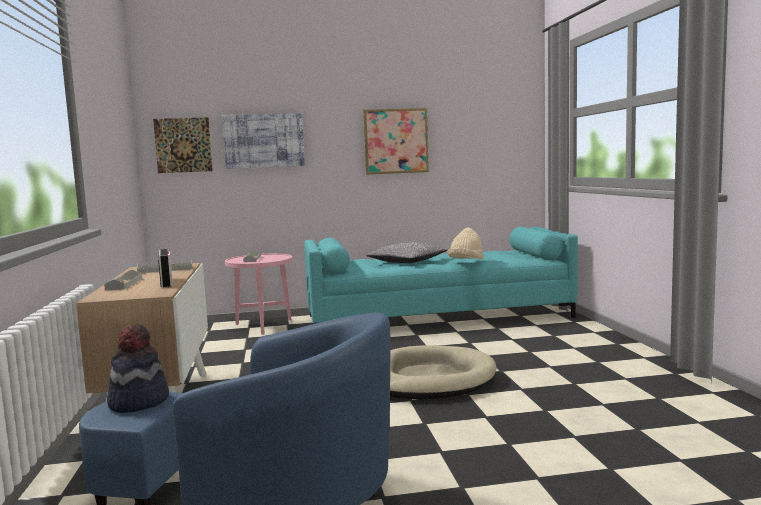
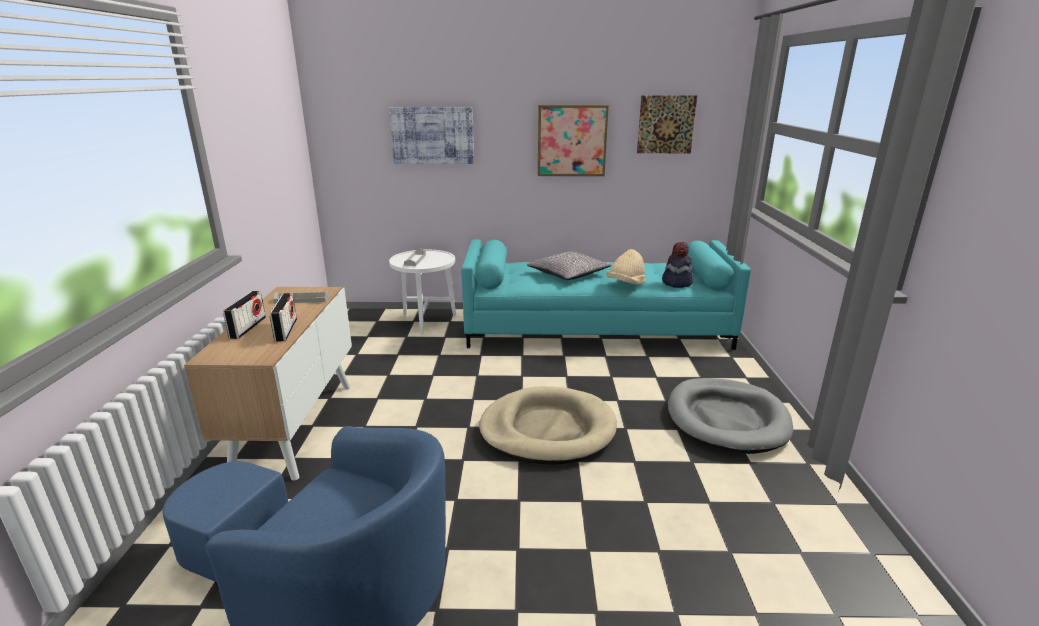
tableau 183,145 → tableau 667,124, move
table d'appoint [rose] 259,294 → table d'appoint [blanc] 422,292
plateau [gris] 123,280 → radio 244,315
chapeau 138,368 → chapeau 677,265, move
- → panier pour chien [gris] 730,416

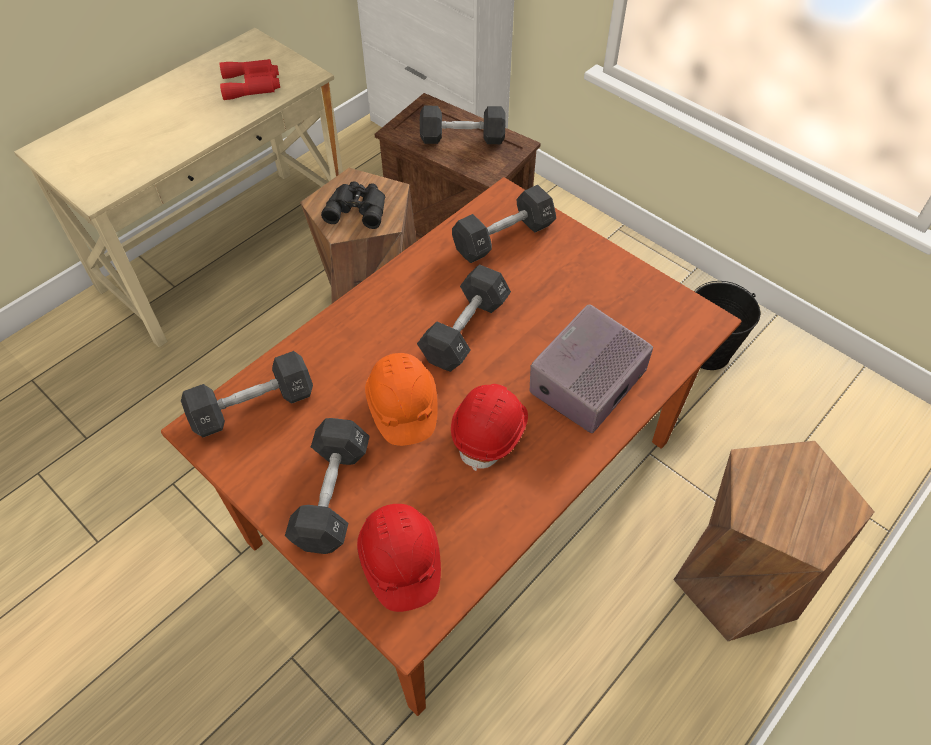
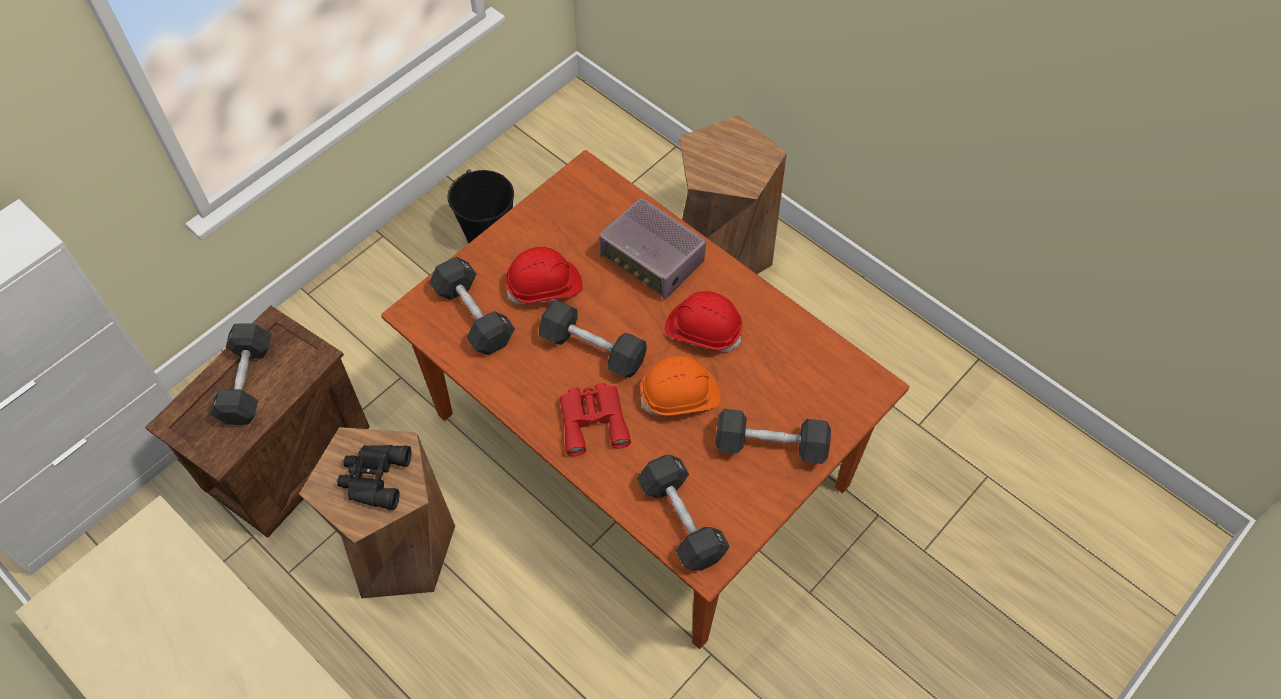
jumelles [rouge] 250,79 → jumelles [rouge] 595,419, move
casque de chantier [rouge] 399,558 → casque de chantier [rouge] 544,276, move

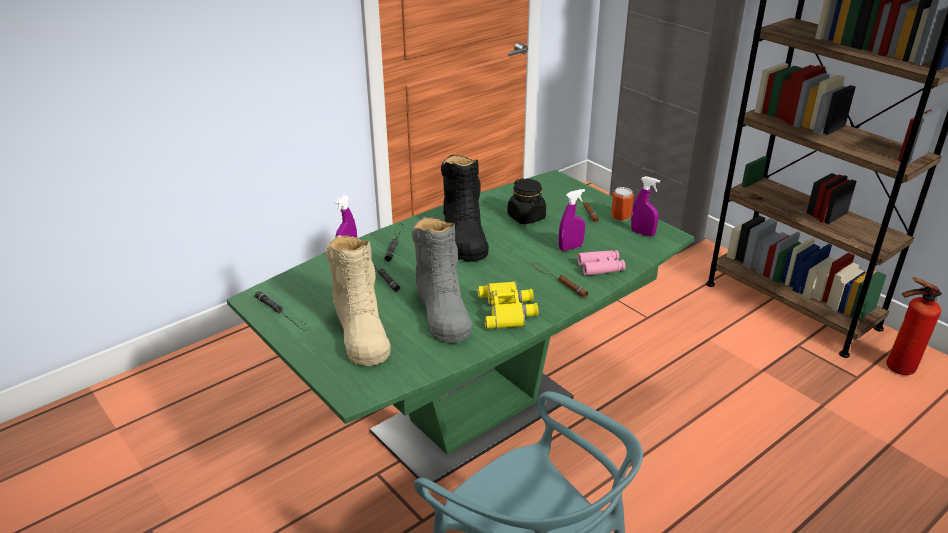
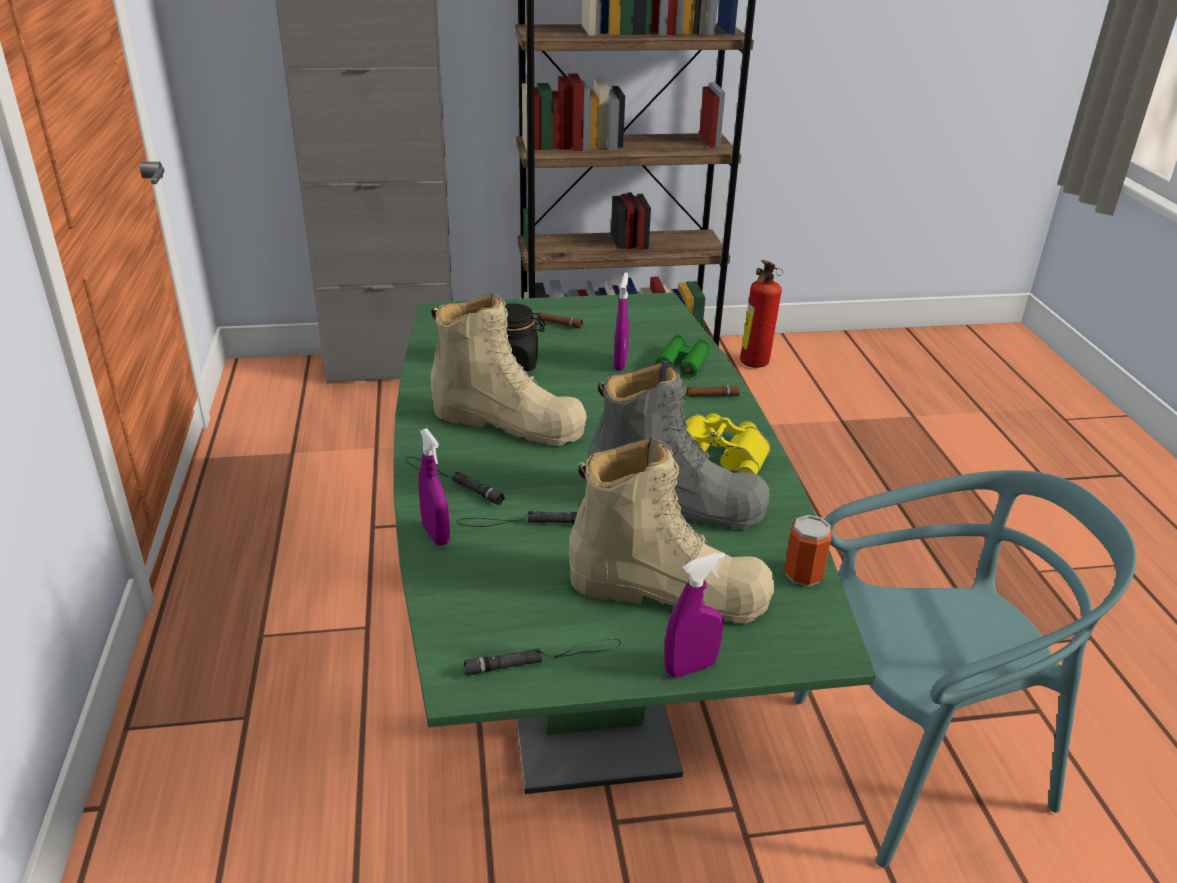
botte [noir] 465,208 → botte [beige] 508,369
vaporisateur [violet] 645,206 → vaporisateur [violet] 695,615, move
boîte métallique 622,204 → boîte métallique 808,550, move
jumelles [rose] 601,262 → jumelles [vert] 682,356

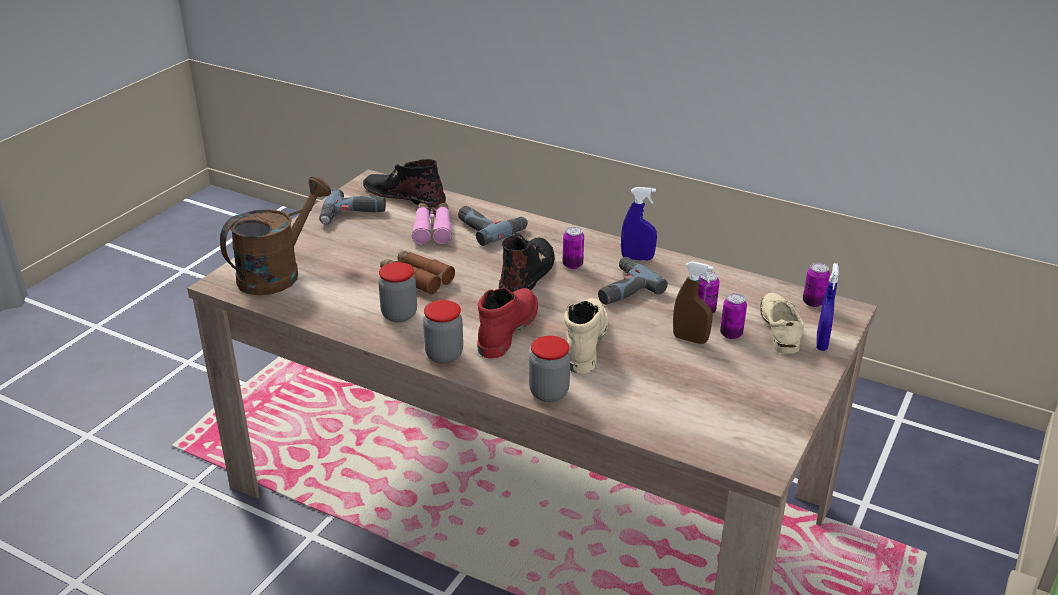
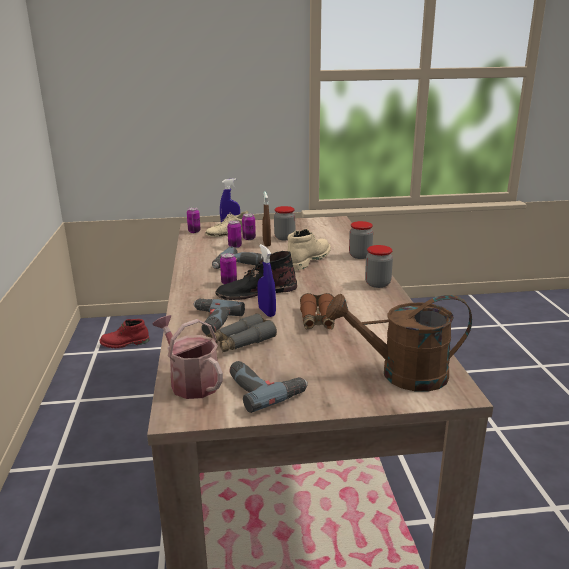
botte [noir] 404,183 → arrosoir 187,357
vaporisateur [bleu] 639,224 → vaporisateur [bleu] 266,280, move
jumelles [rose] 432,224 → jumelles [gris] 241,333
bocal 397,292 → bocal 284,223, move
botte [rouge] 507,323 → botte [rouge] 124,333, move
botte [beige] 586,336 → botte [beige] 309,250, 150 degrees clockwise

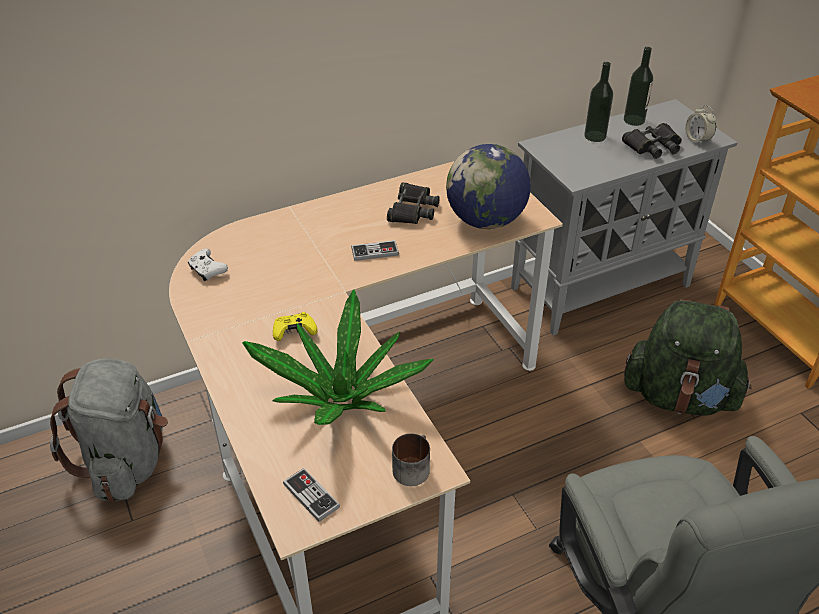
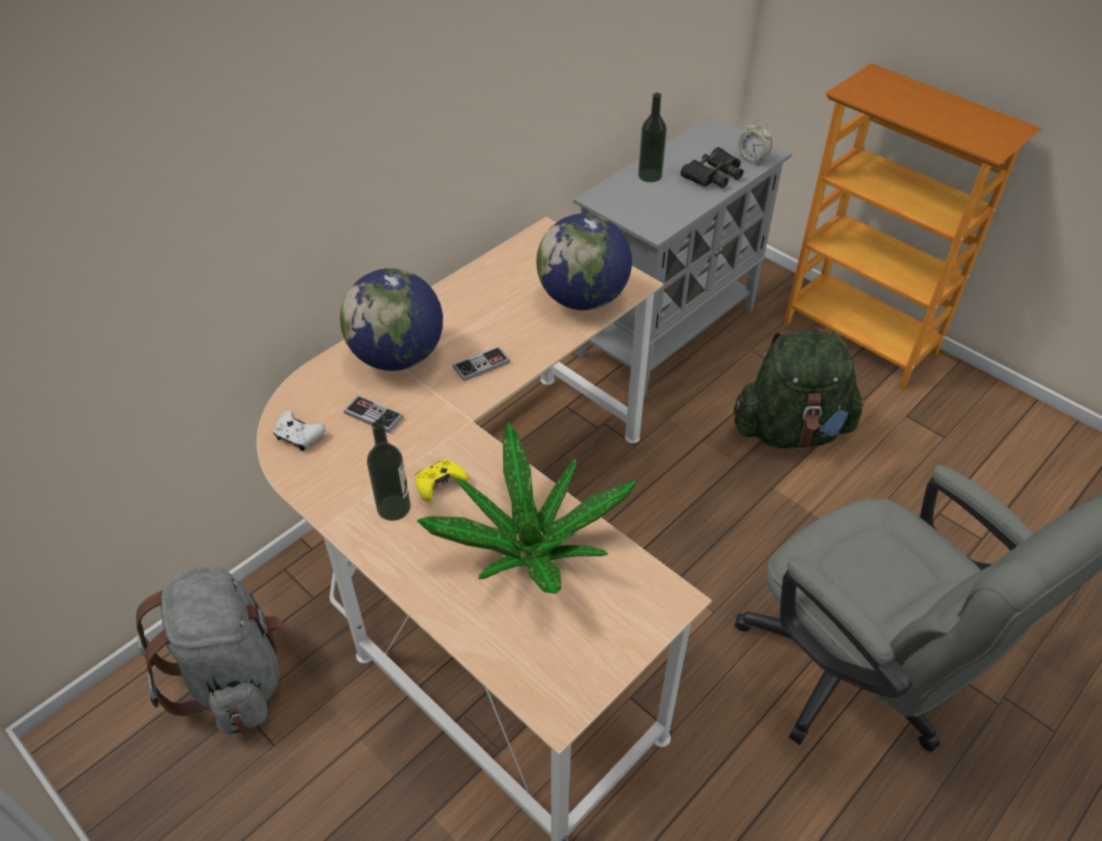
bouteille 638,86 → bouteille 389,470, move
jumelles [noir] 413,203 → -
mug 411,459 → -
manette 311,495 → manette 373,414, move
- → globe 391,319

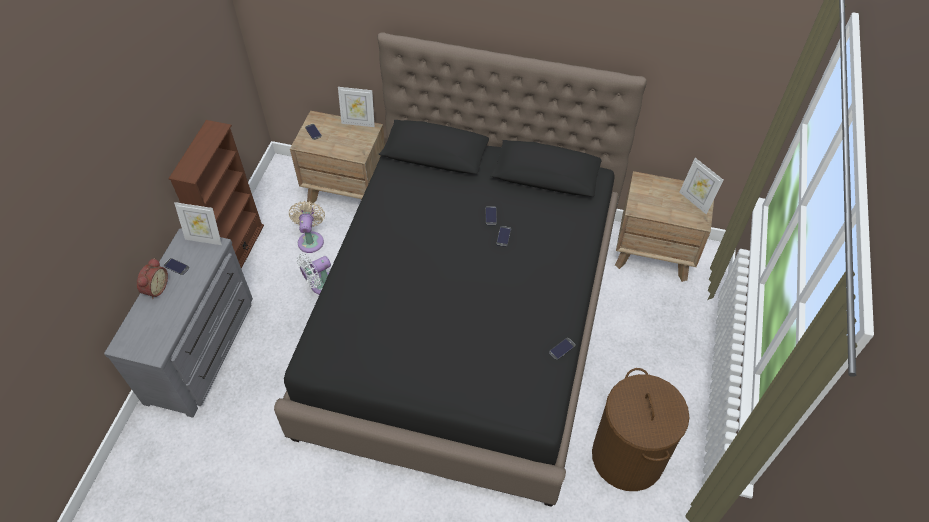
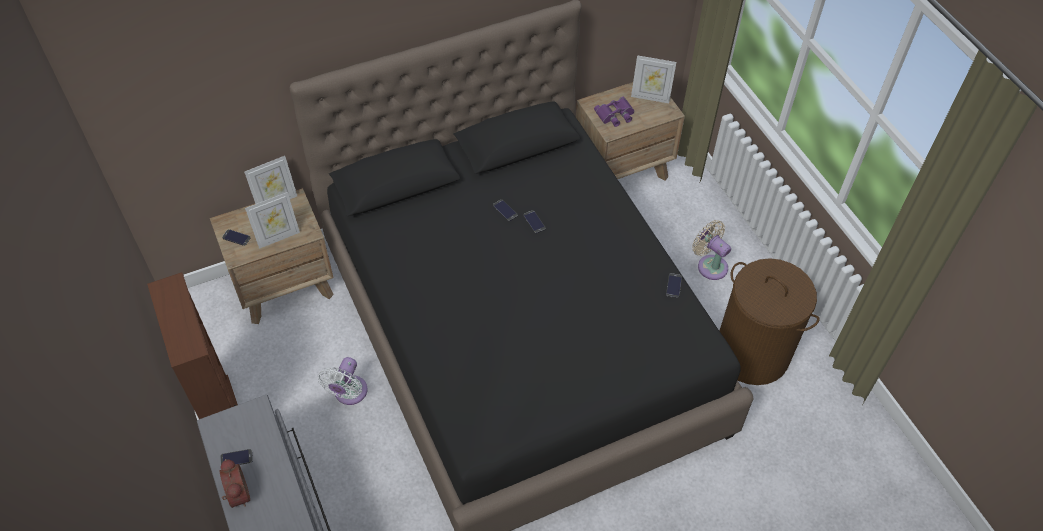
ventilateur [beige] 307,227 → ventilateur [beige] 711,250, move
cadre photo 198,223 → cadre photo 272,220, move
- → jumelles [violet] 614,112

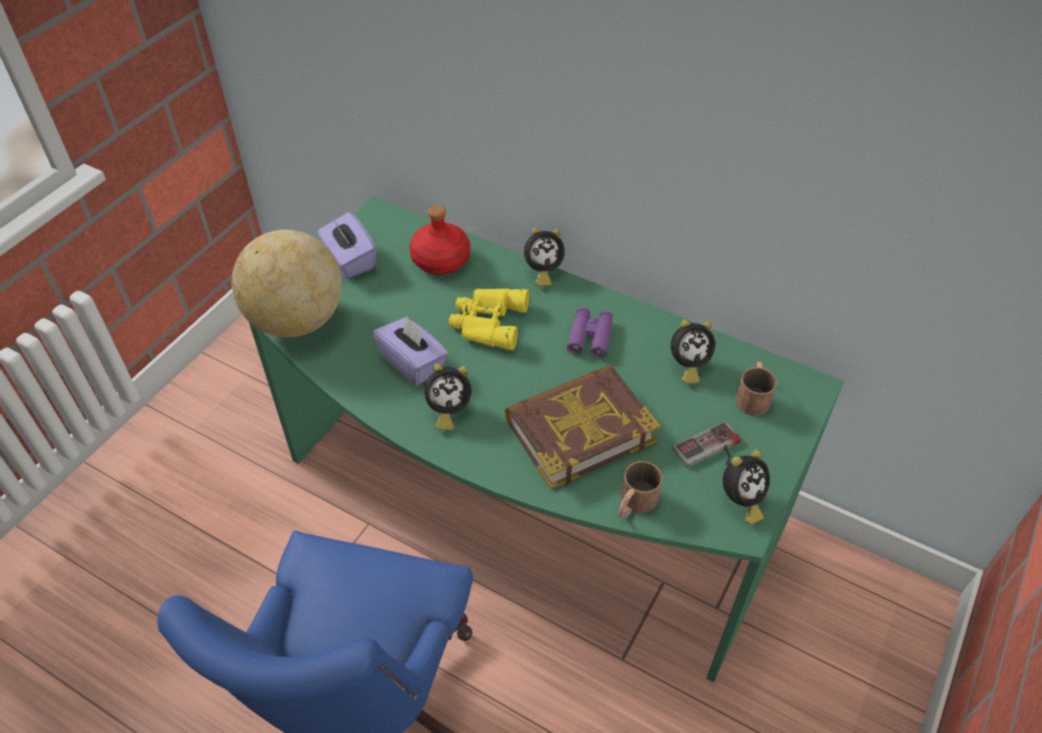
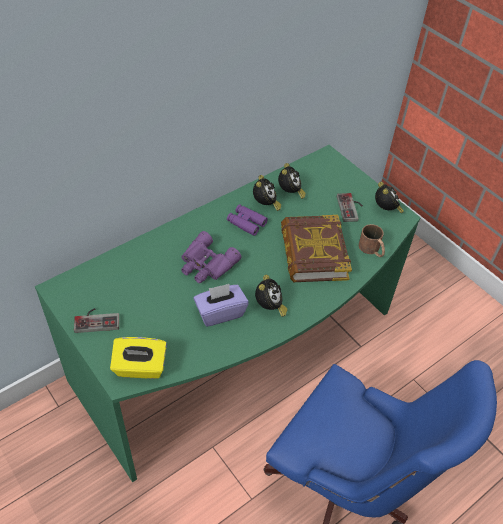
bouteille [rouge] 439,240 → -
boîte à mouchoirs [violet] 347,245 → manette 96,320
réveil 544,256 → réveil 267,193, move
globe 287,283 → boîte à mouchoirs [jaune] 138,358
jumelles [jaune] 489,319 → jumelles [violet] 211,257
mug [marron] 756,388 → -

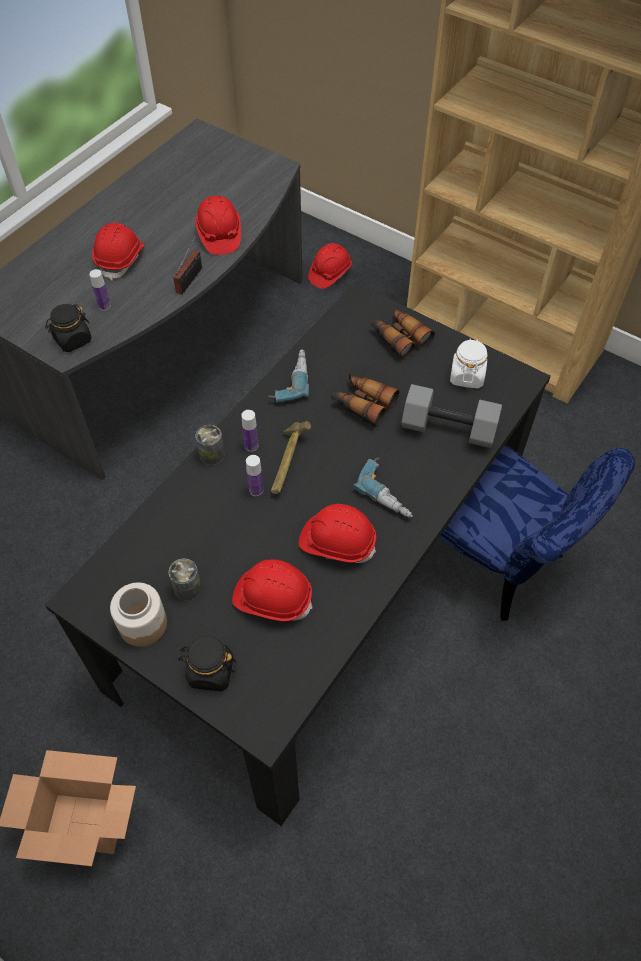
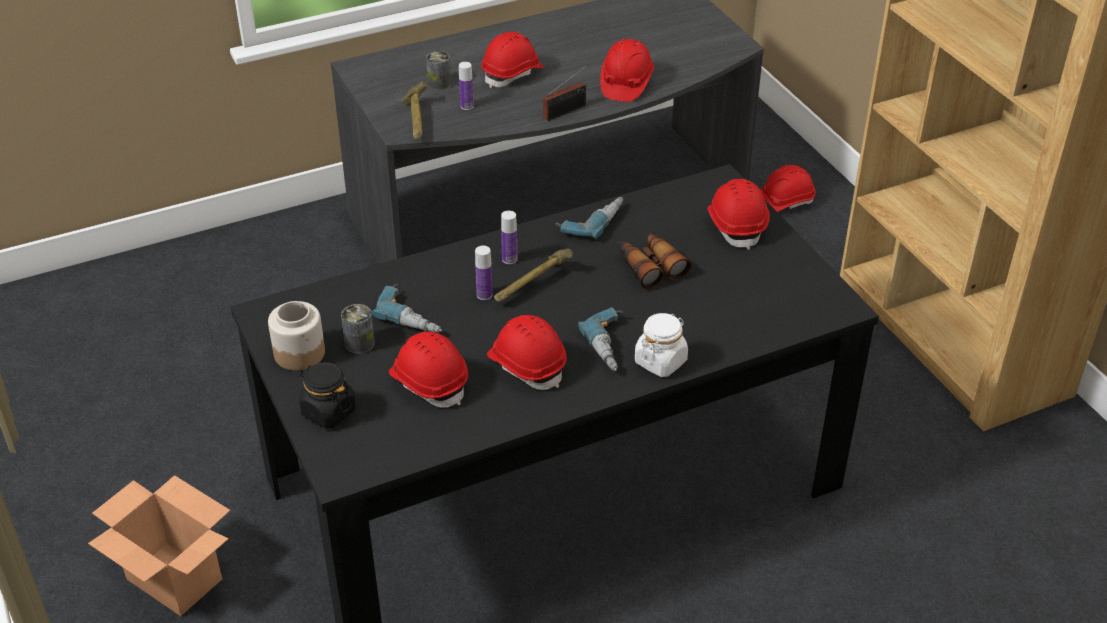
bocal [noir] 68,328 → marteau 414,110
jumelles 403,333 → casque de chantier [rouge] 738,214
bocal [blanc] 469,363 → bocal [blanc] 661,345, move
haltère [gris] 451,416 → -
boîte métallique 210,445 → boîte métallique 438,71, move
chaise [bleu] 537,532 → -
- → perceuse 406,308

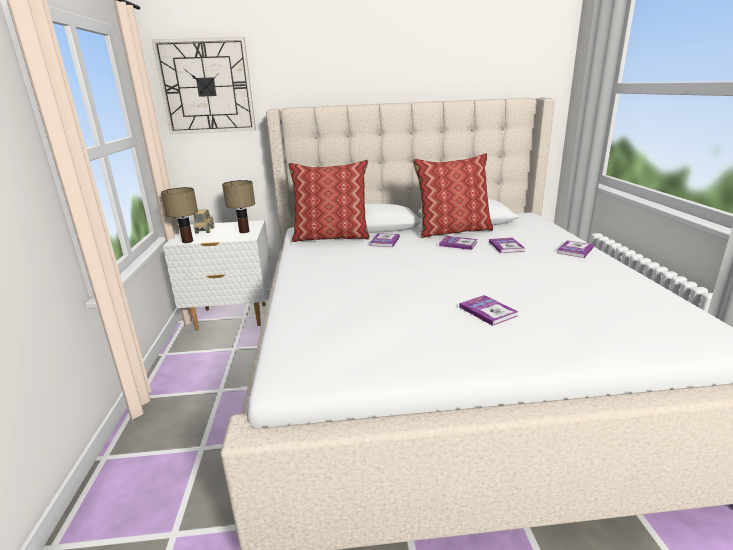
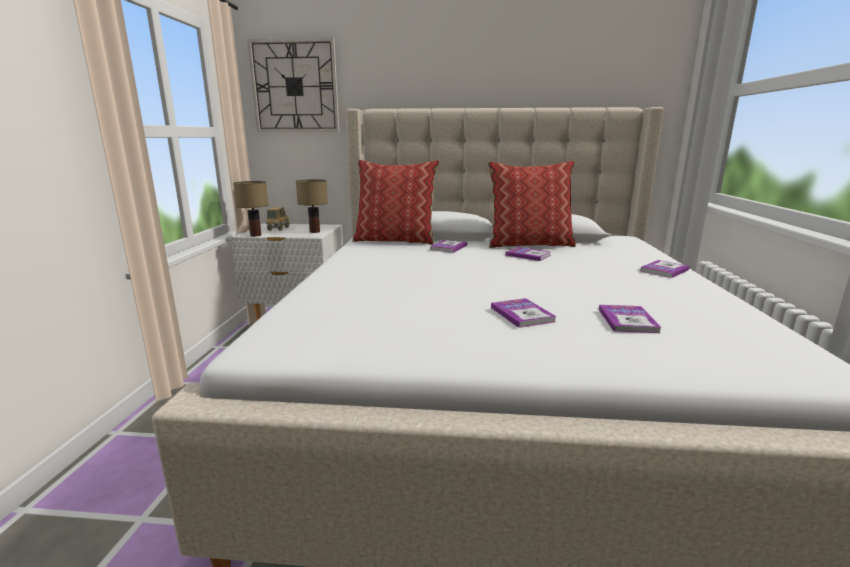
livre 507,245 → livre 630,319, move

